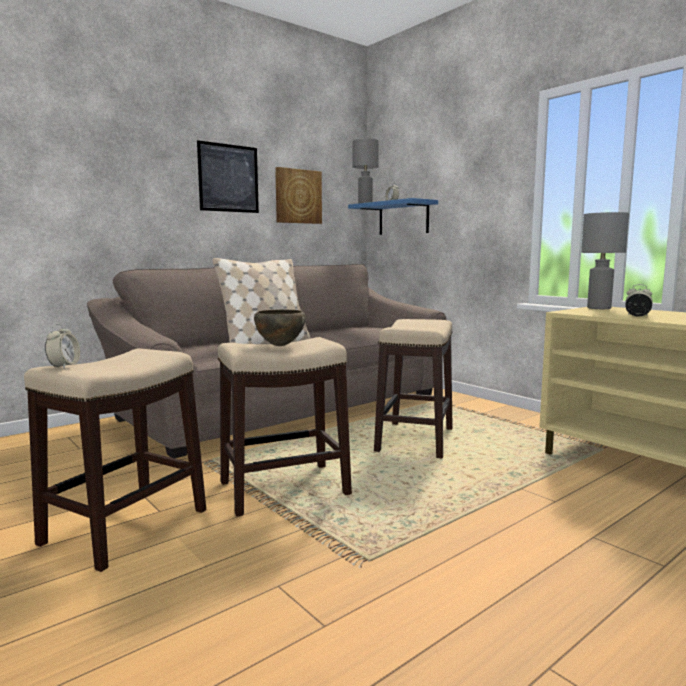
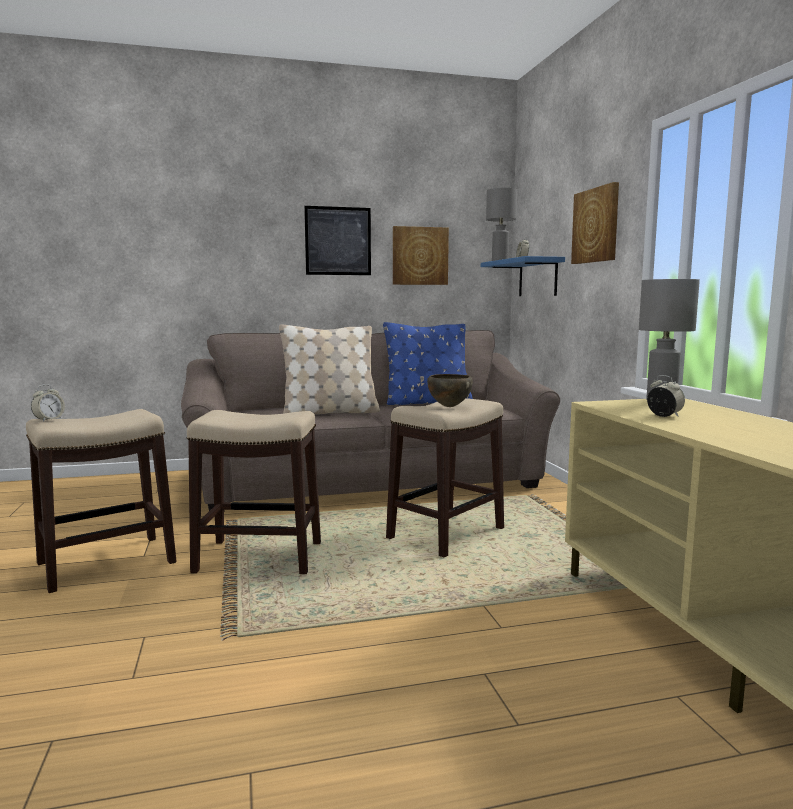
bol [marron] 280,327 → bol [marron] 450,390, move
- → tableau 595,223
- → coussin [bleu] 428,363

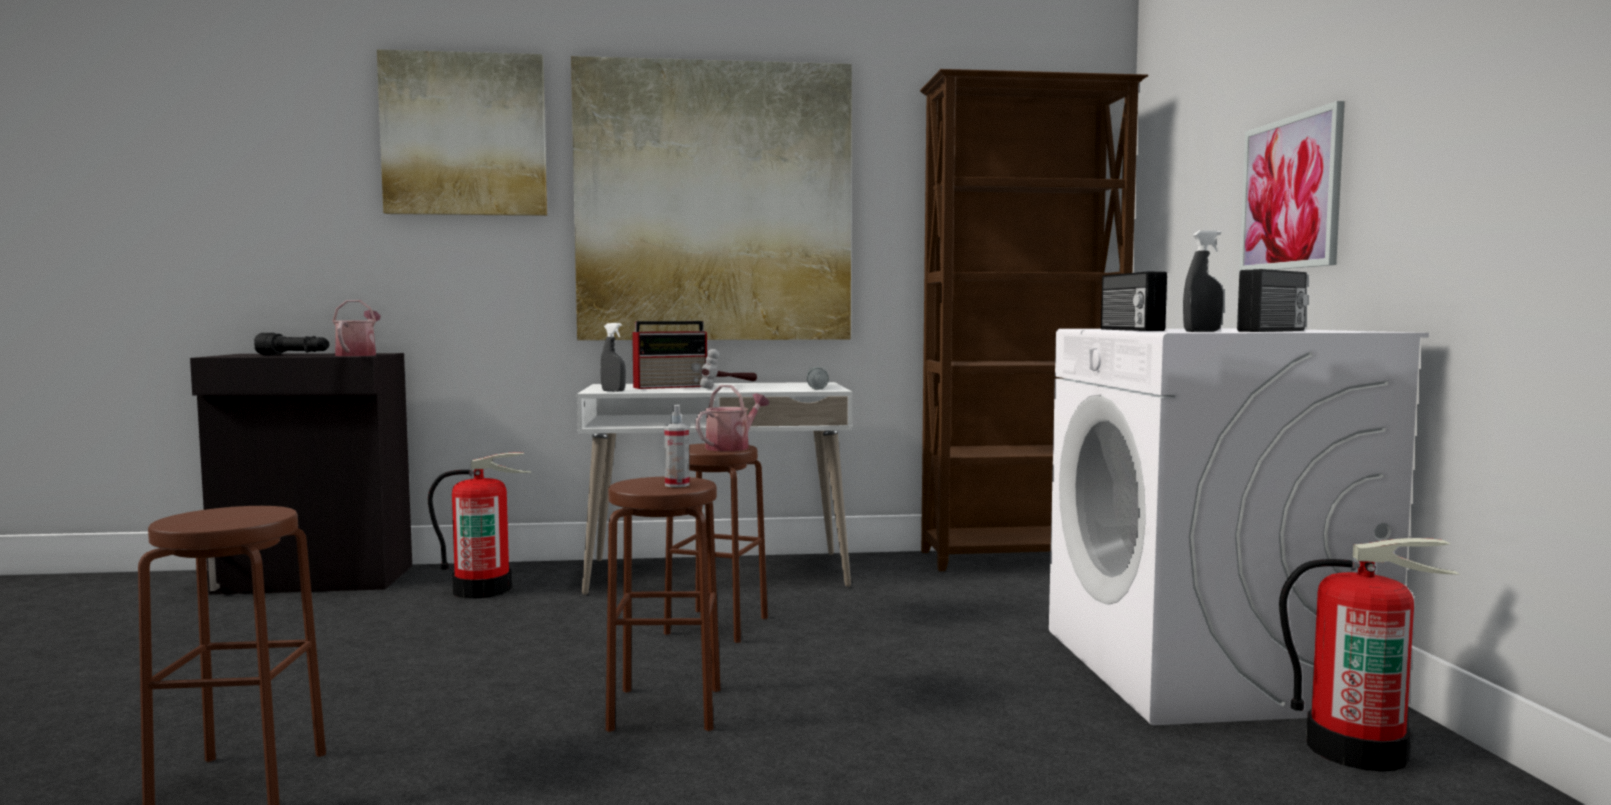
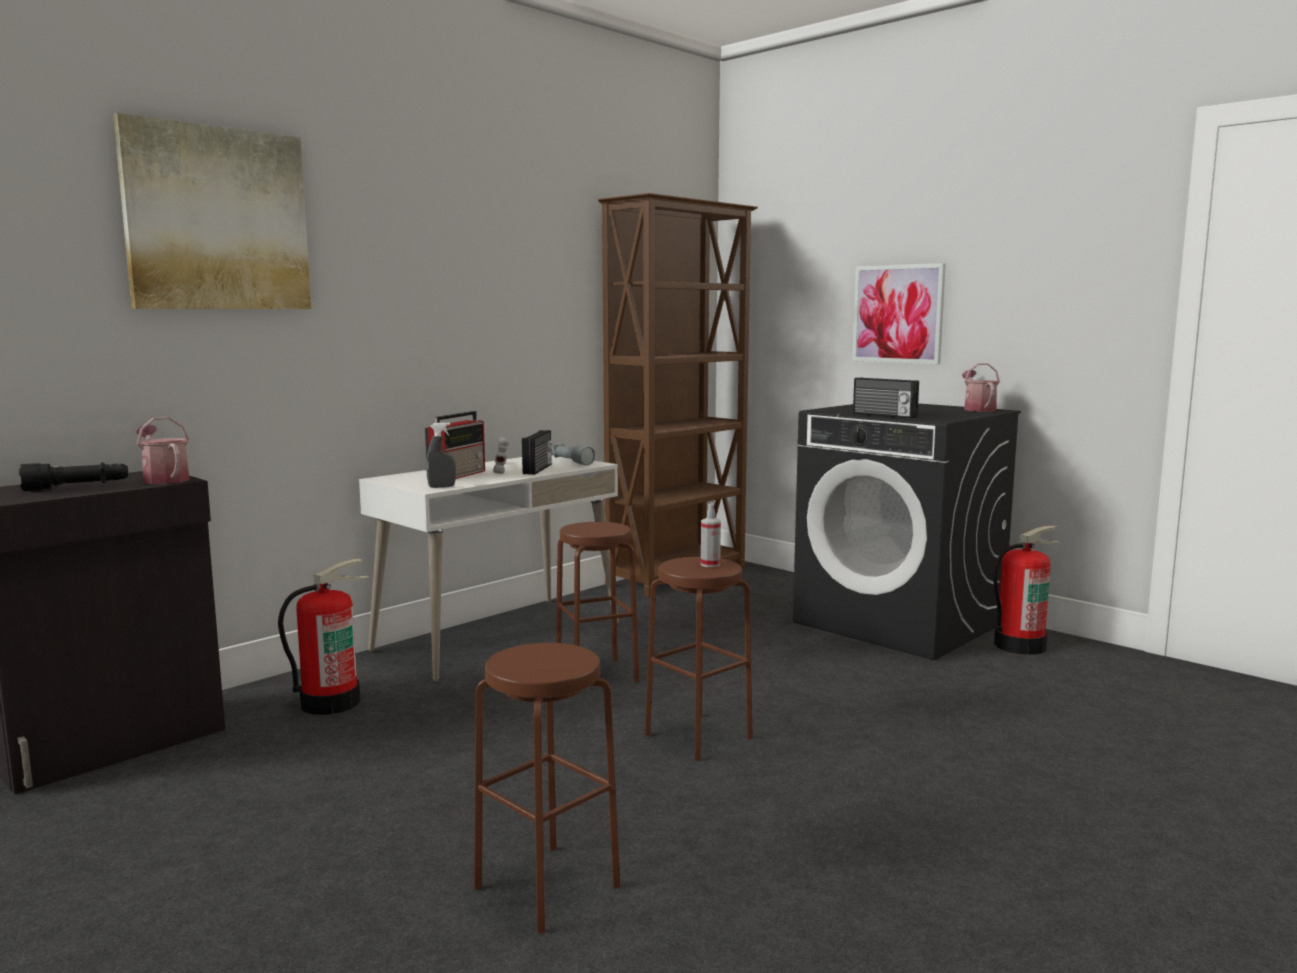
tableau 711,198 → -
vaporisateur [gris] 1203,281 → -
radio 1272,300 → radio 537,452, move
lave-linge [blanc] 1239,527 → lave-linge [noir] 907,531
arrosoir 732,418 → arrosoir 981,388, move

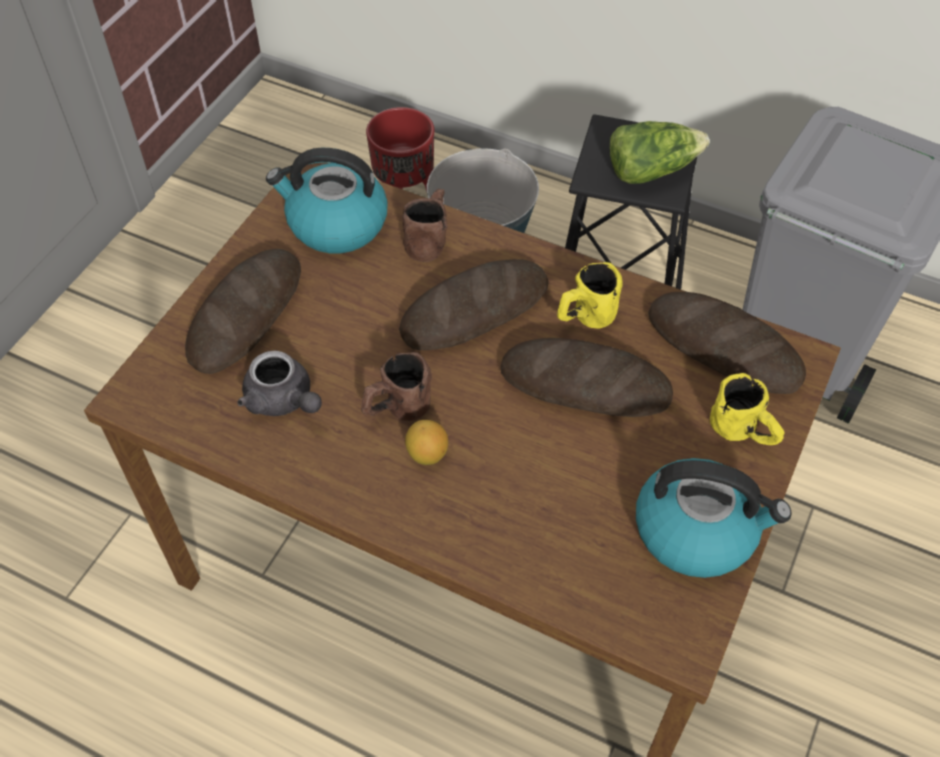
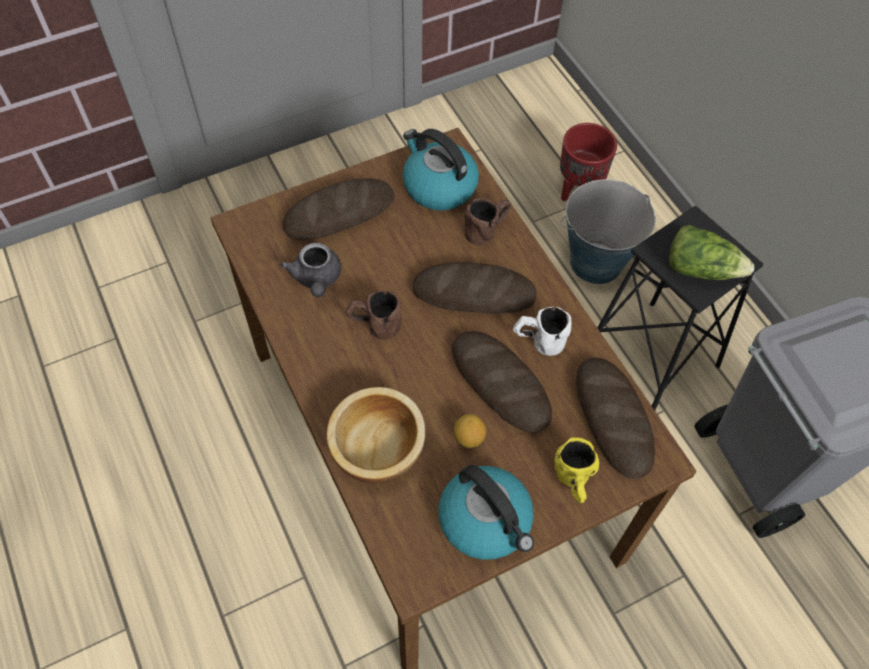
mug [jaune] 590,295 → mug [blanc] 542,331
citron 426,442 → citron 470,431, move
- → bol 375,435

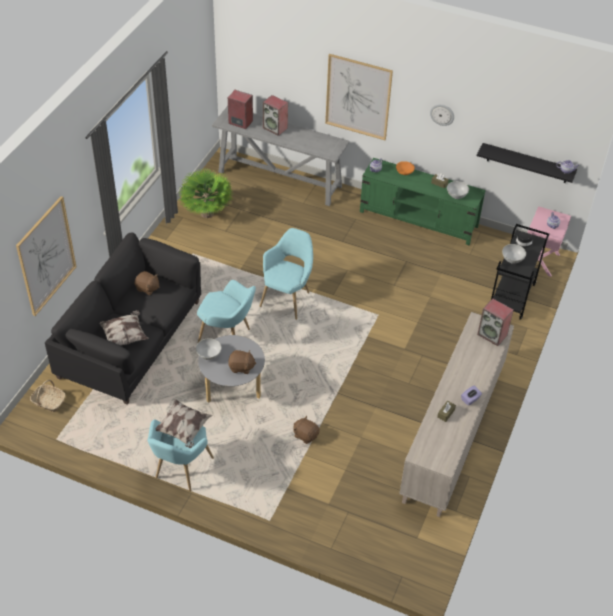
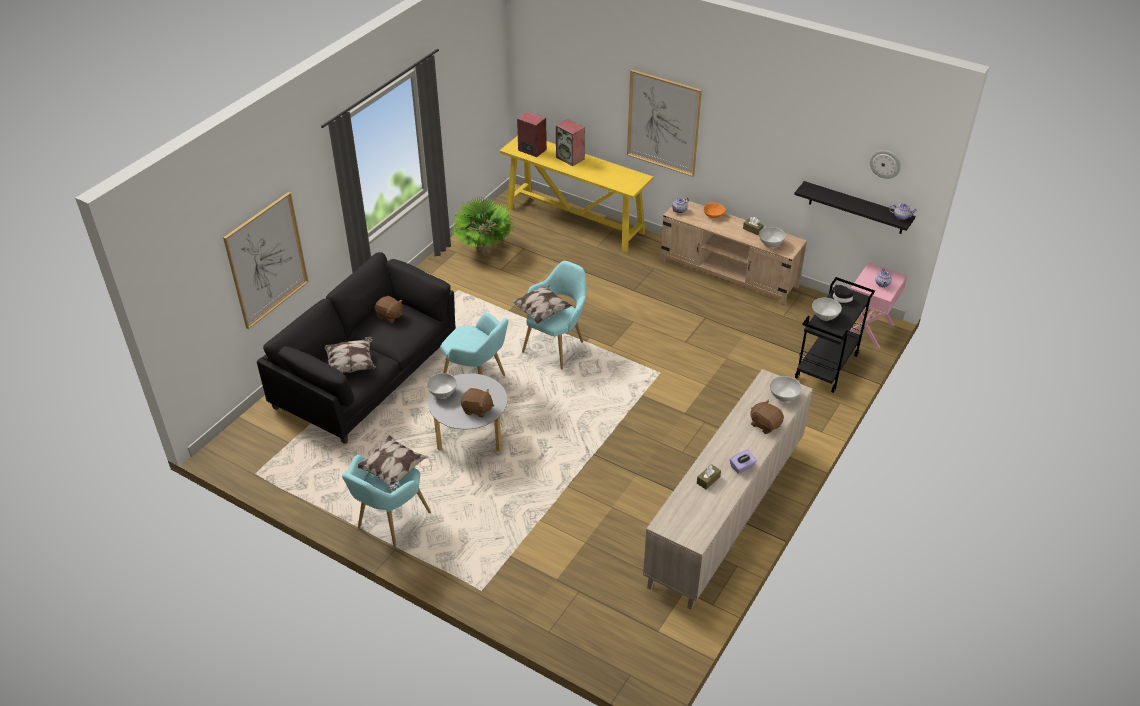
horloge murale 442,115 → horloge murale 885,164, move
table console [gris] 281,156 → table console [jaune] 576,194
meuble télé [vert] 423,201 → meuble télé [beige] 733,253
enceinte 495,322 → bol [blanc] 786,389
panier 48,396 → -
peluche [marron] 306,430 → peluche [marron] 767,417, move
- → coussin 541,305

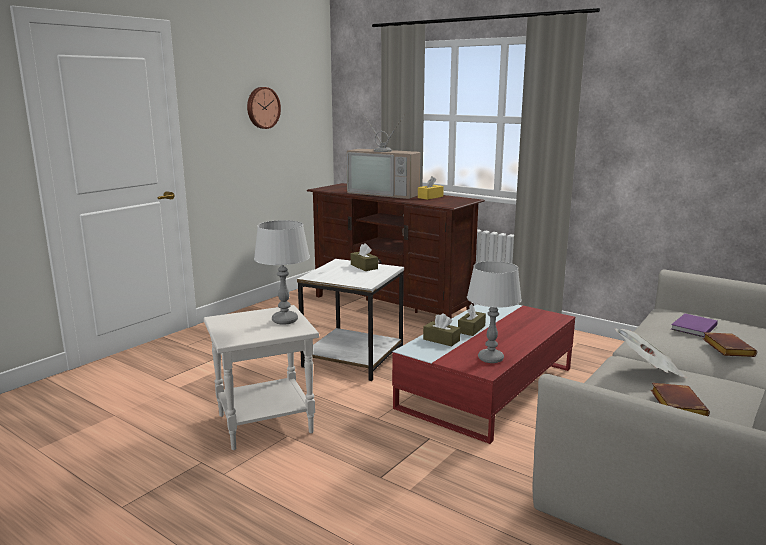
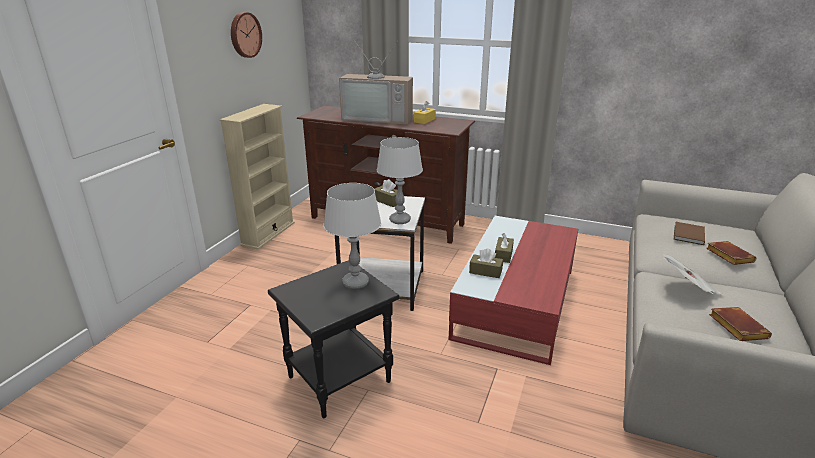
lampe de table [gris] 494,312 → lampe de table [gris] 400,180, move
table d'appoint [blanc] 261,377 → table d'appoint [noir] 333,339
livre [violet] 694,325 → livre [marron] 689,233
- → bibliothèque [beige] 257,177

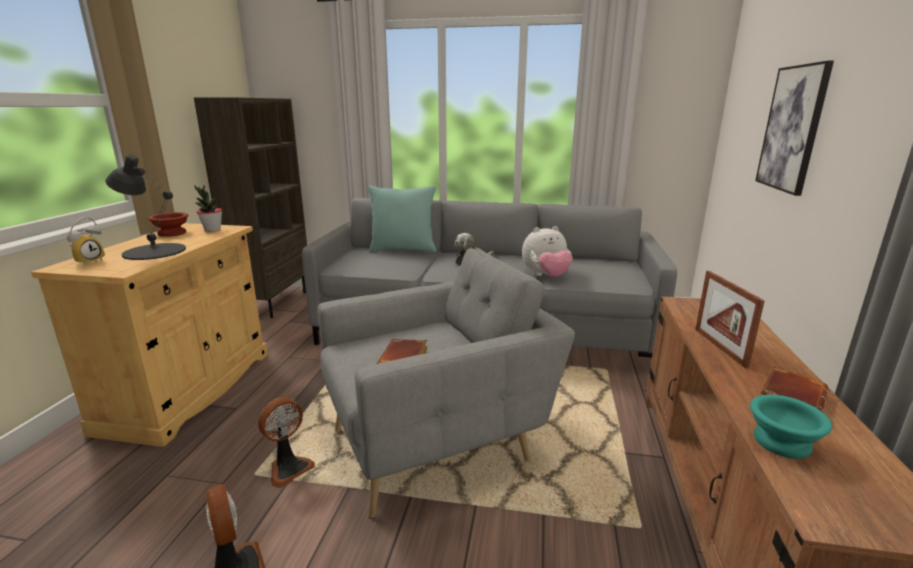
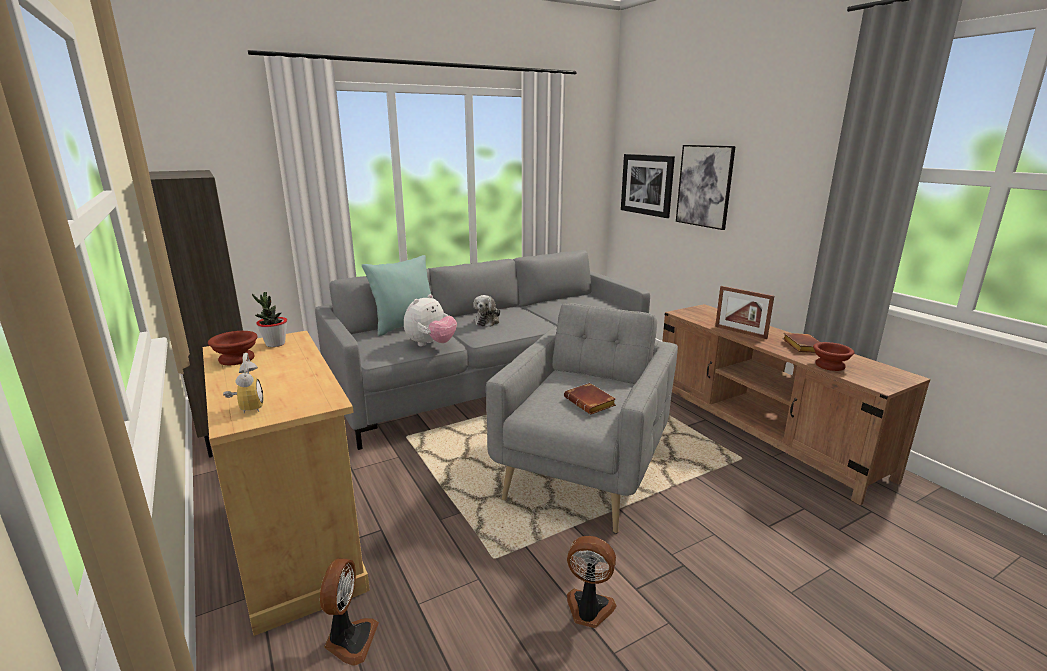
lampe de table [noir] 145,207 → -
peluche 547,251 → peluche 430,320, move
bol [turquoise] 791,426 → bol [marron] 833,356
ventilateur 286,442 → ventilateur 349,612, move
- → tableau 648,186

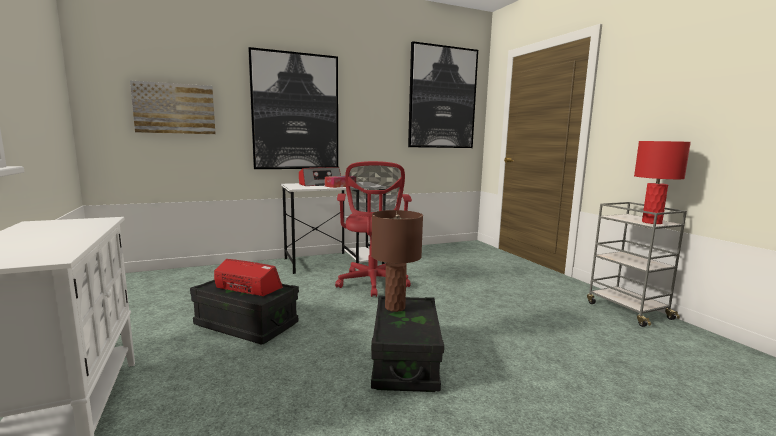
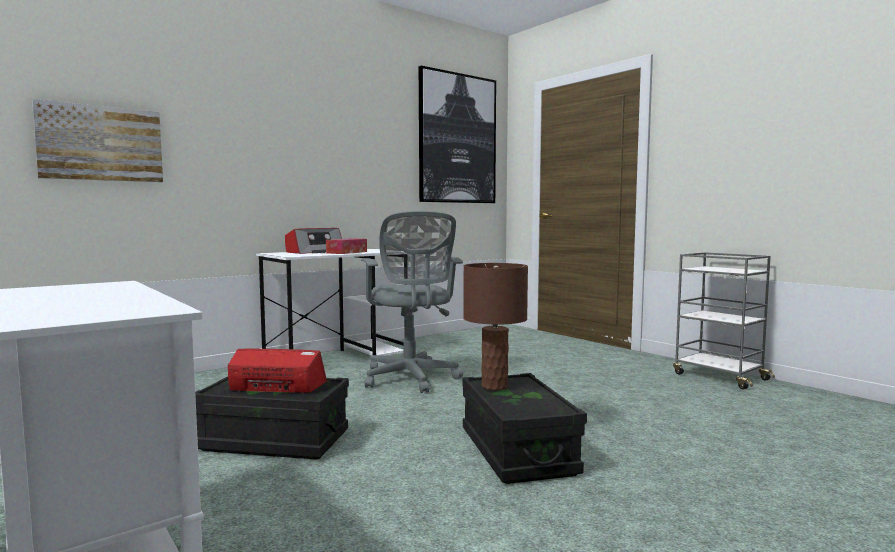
tableau 293,108 → -
lampe de table [rouge] 662,182 → -
chaise de bureau [rouge] 373,229 → chaise de bureau [gris] 412,302

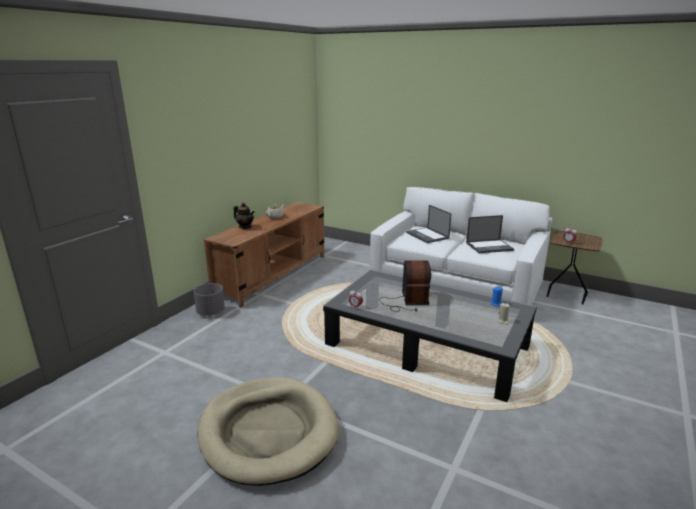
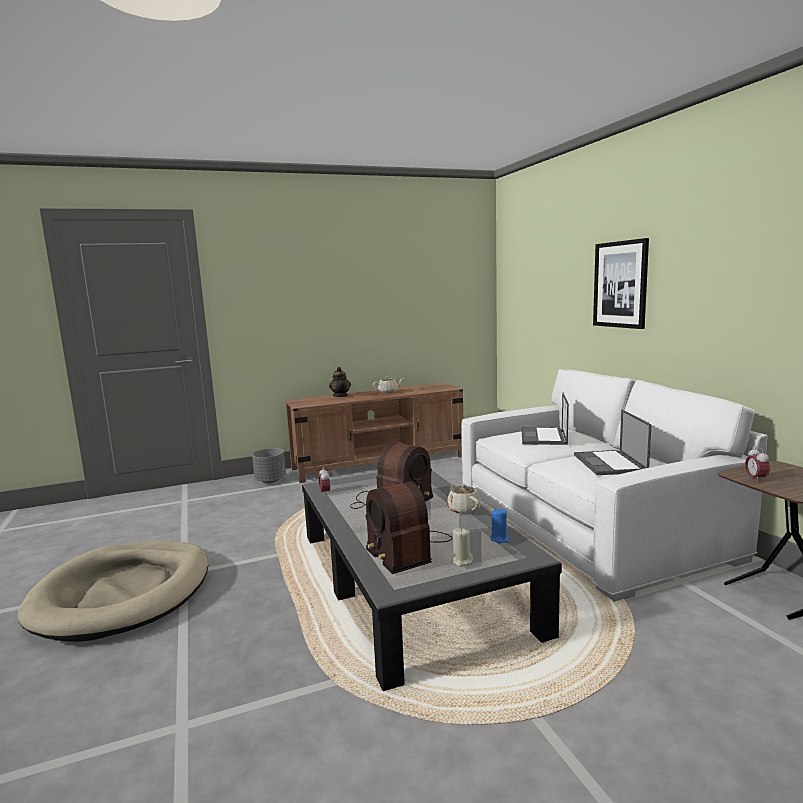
ordinateur portable 490,234 → ordinateur portable 613,442, 60 degrees clockwise
- → tableau 621,283
- → radio 409,527
- → théière [beige] 464,498

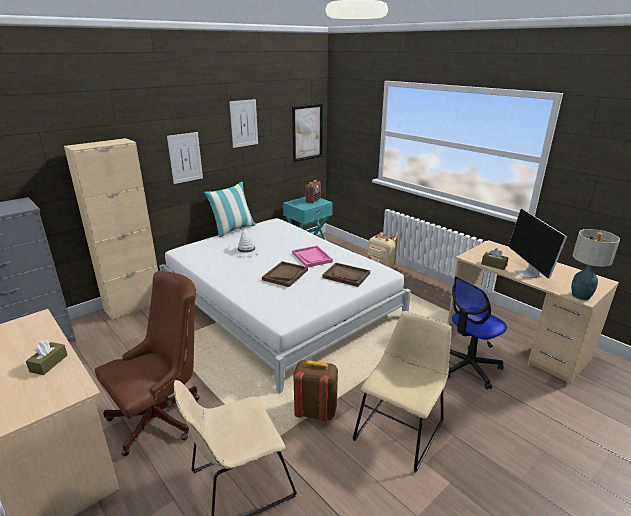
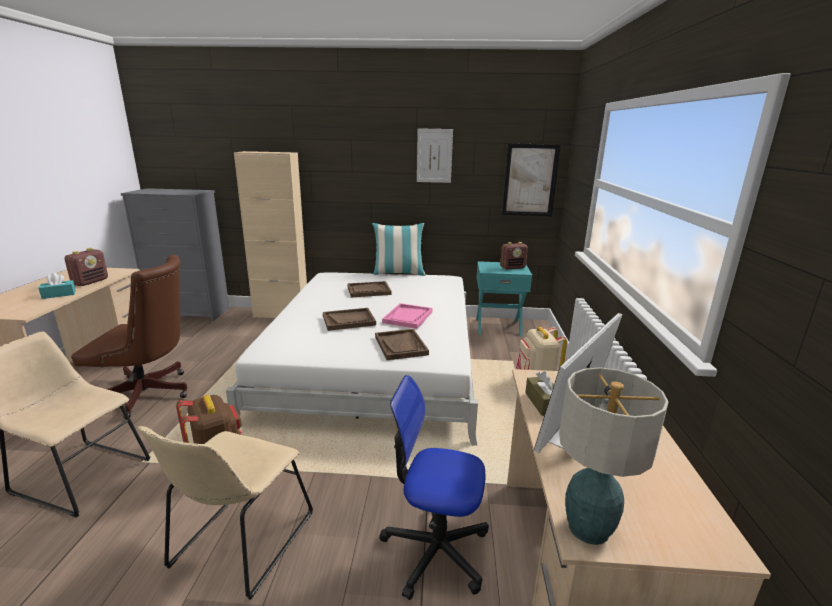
tableau 185,158 → -
chapeau [blanc] 246,243 → plateau [marron] 369,289
chaise [beige] 402,391 → chaise [beige] 225,513, 120 degrees clockwise
boîte à mouchoirs [marron] 47,357 → boîte à mouchoirs [turquoise] 57,286
- → radio 86,267

